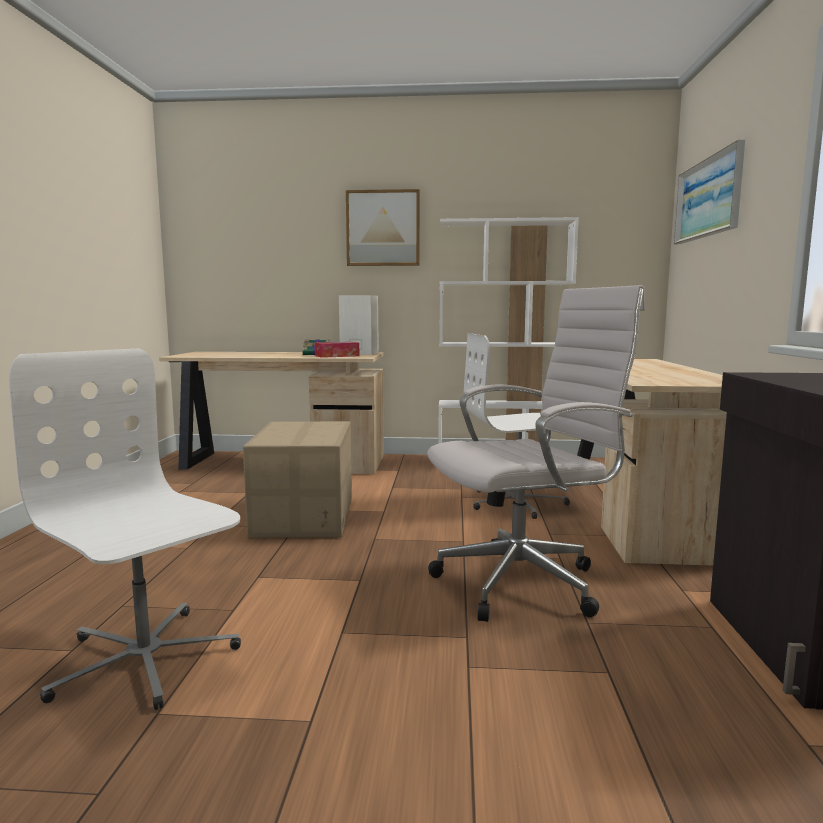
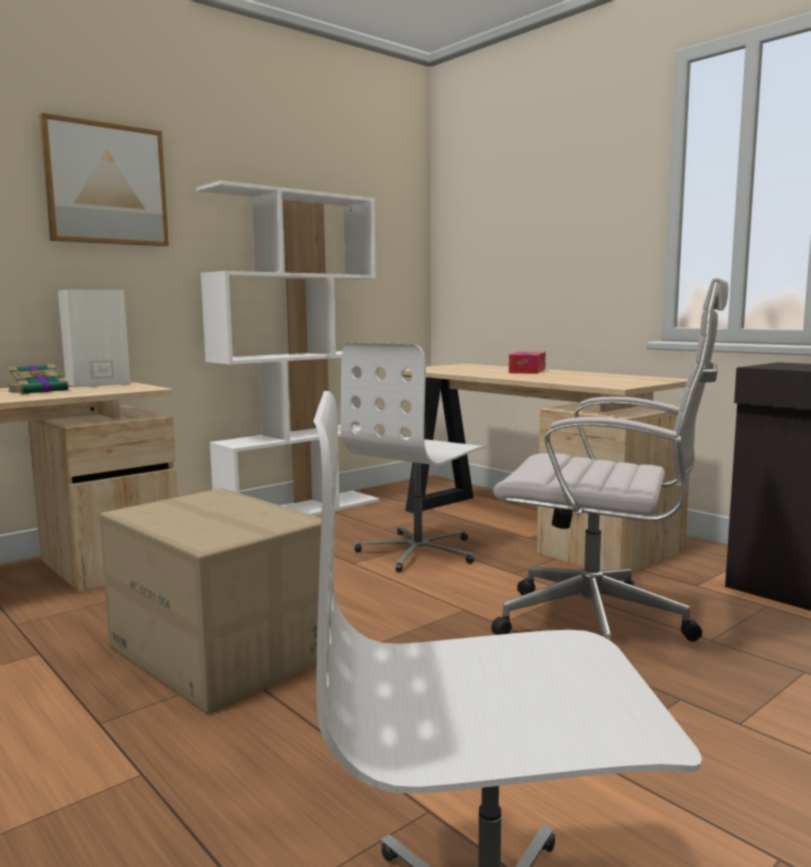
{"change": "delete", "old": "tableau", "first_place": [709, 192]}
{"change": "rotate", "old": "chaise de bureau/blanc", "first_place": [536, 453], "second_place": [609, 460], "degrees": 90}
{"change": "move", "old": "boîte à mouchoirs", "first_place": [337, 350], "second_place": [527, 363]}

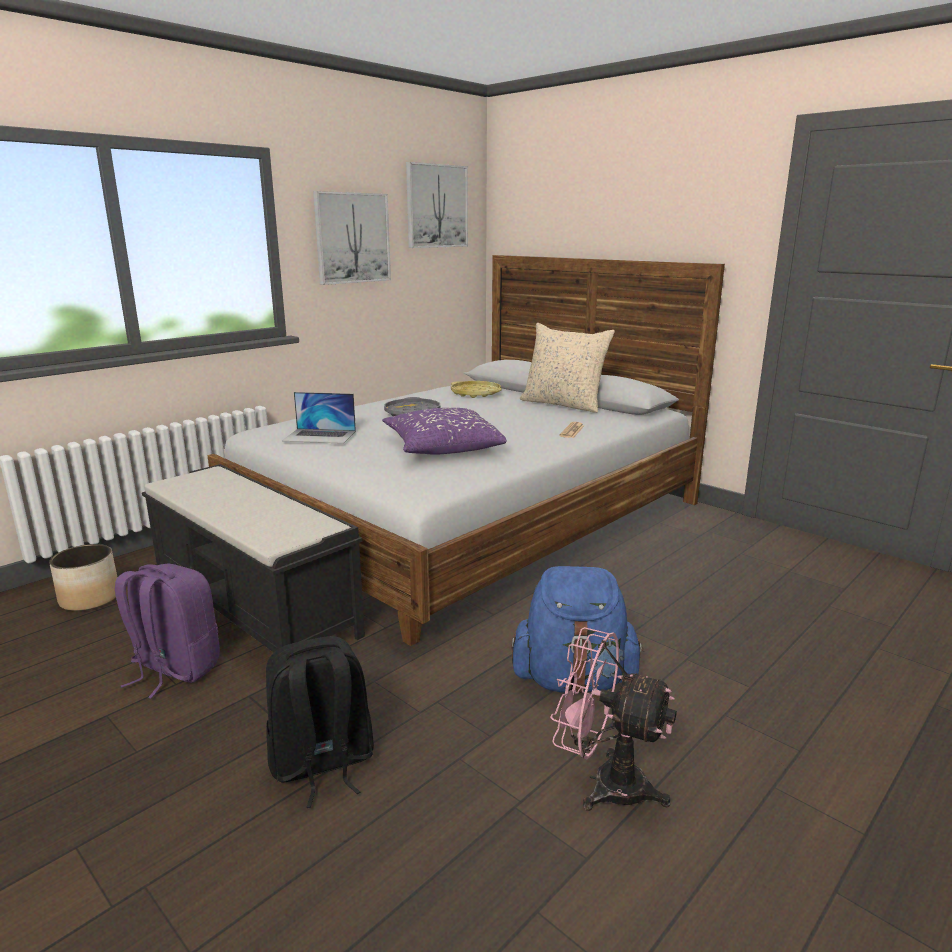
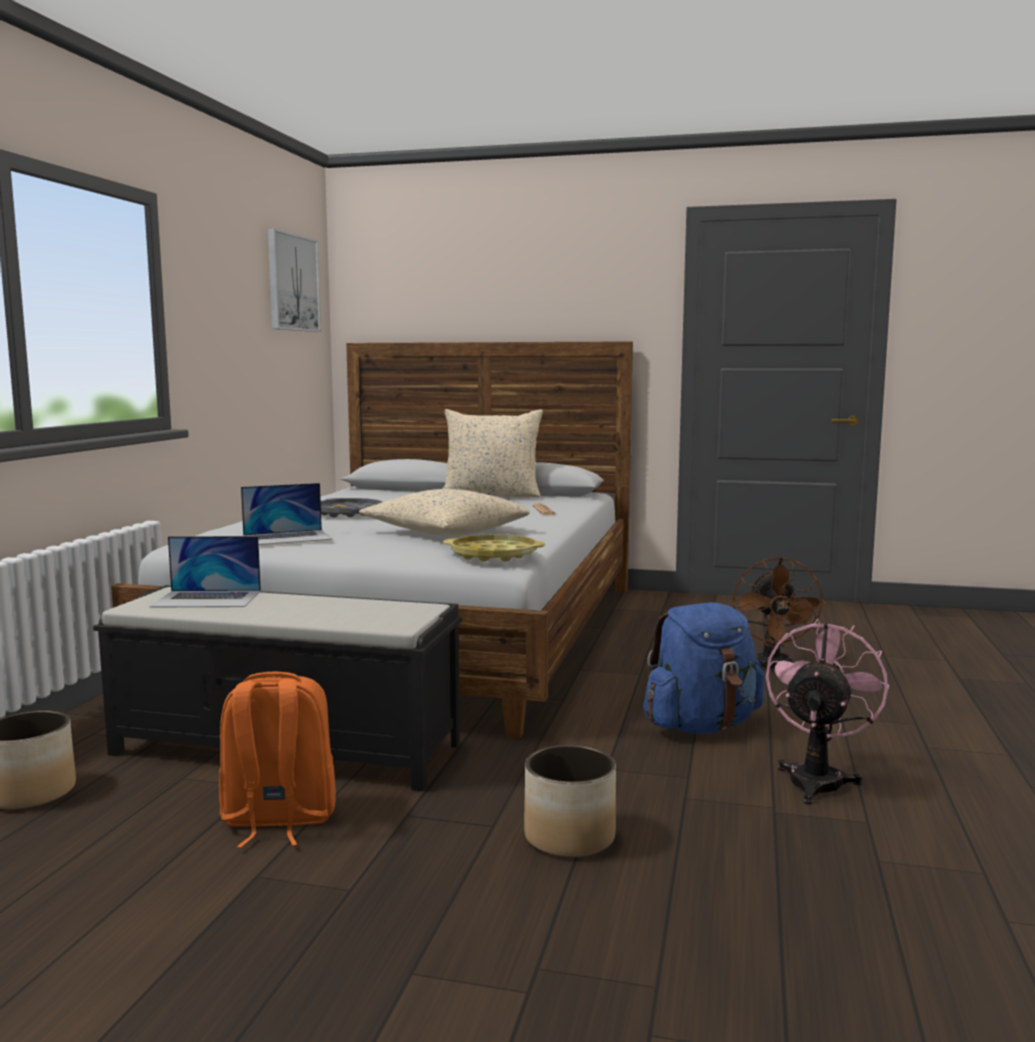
{"change": "delete", "old": "tableau", "first_place": [352, 238]}
{"change": "move", "old": "plateau/jaune", "first_place": [476, 389], "second_place": [494, 548]}
{"change": "recolor", "old": "coussin/violet", "new": "coussin/beige", "first_place": [444, 431], "second_place": [444, 512]}
{"change": "recolor", "old": "sac à dos/violet", "new": "sac à dos/orange", "first_place": [167, 631], "second_place": [277, 760]}
{"change": "rotate", "old": "ventilateur/rose", "first_place": [613, 719], "second_place": [827, 712], "degrees": 120}
{"change": "replace", "old": "sac à dos/noir", "new": "cache-pot", "first_place": [320, 722], "second_place": [570, 801]}
{"change": "insert", "new": "ordinateur portable", "second_place": [205, 572]}
{"change": "insert", "new": "ventilateur/marron", "second_place": [779, 615]}

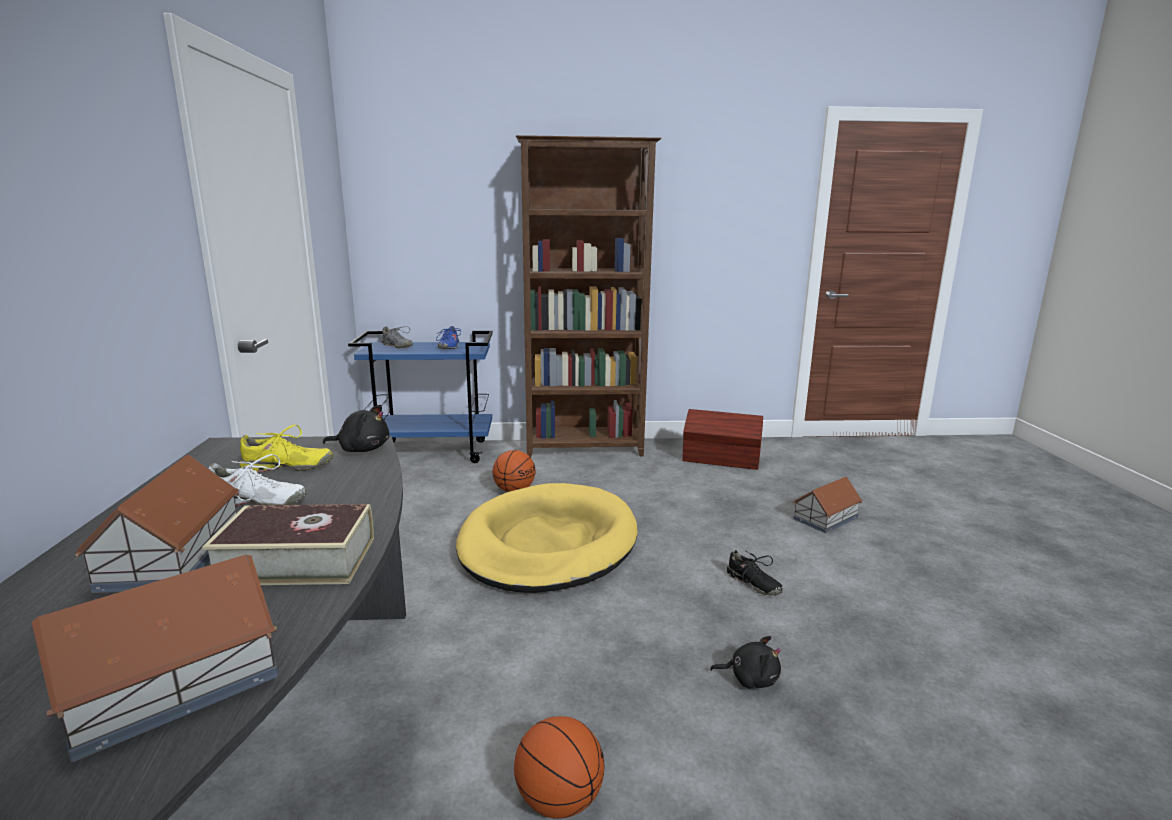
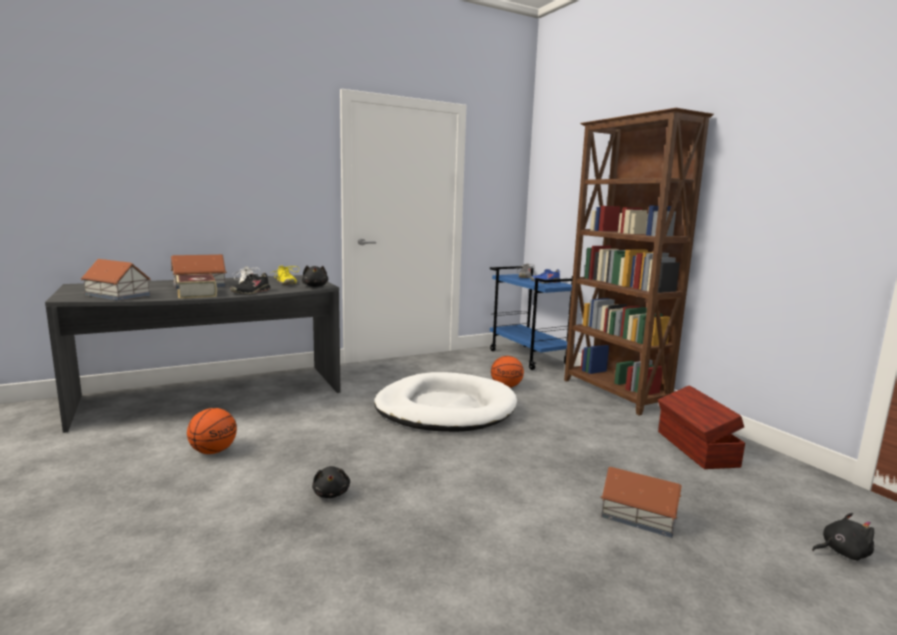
{"change": "recolor", "old": "panier pour chien/jaune", "new": "panier pour chien/blanc", "first_place": [547, 538], "second_place": [445, 402]}
{"change": "move", "old": "chaussure/noir", "first_place": [755, 573], "second_place": [250, 283]}
{"change": "insert", "new": "peluche/noir", "second_place": [843, 536]}

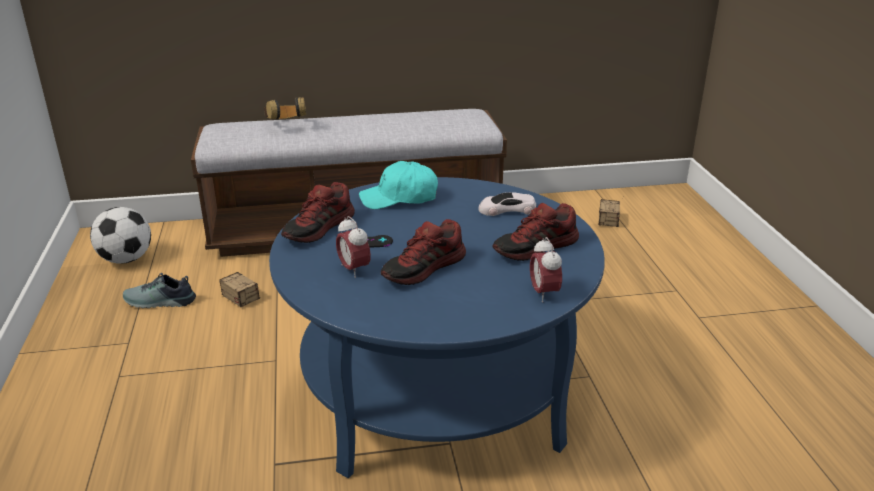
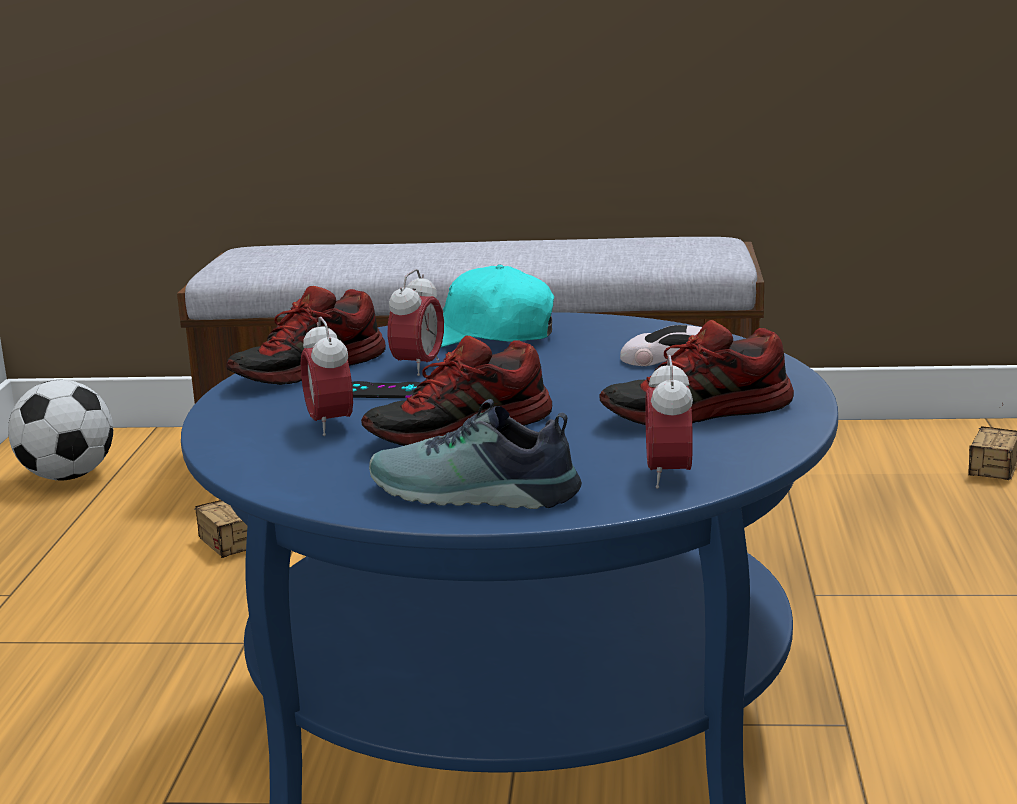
{"change": "delete", "old": "casque audio", "first_place": [285, 108]}
{"change": "move", "old": "chaussure", "first_place": [159, 290], "second_place": [475, 454]}
{"change": "insert", "new": "réveil", "second_place": [416, 322]}

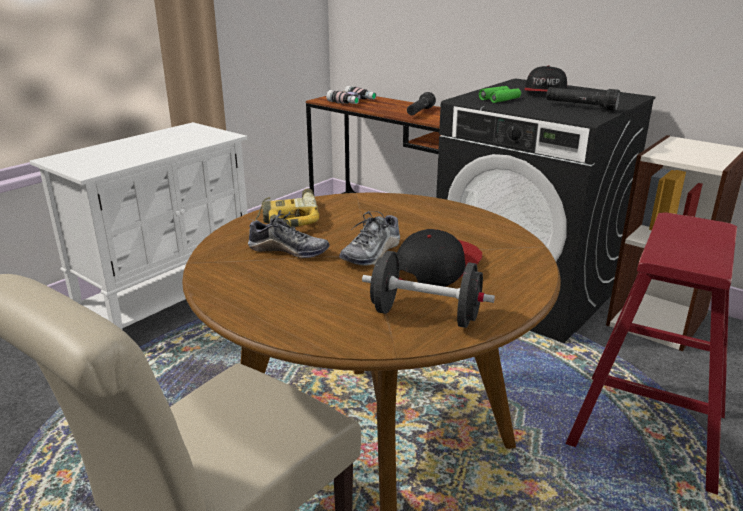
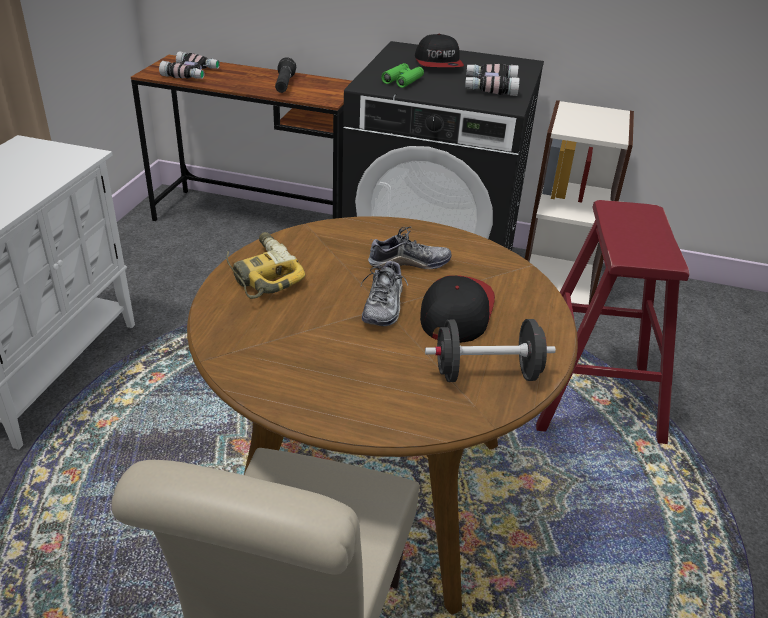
{"change": "replace", "old": "lampe de poche/noir", "new": "jumelles", "first_place": [583, 99], "second_place": [492, 80]}
{"change": "move", "old": "chaussure", "first_place": [289, 234], "second_place": [409, 248]}

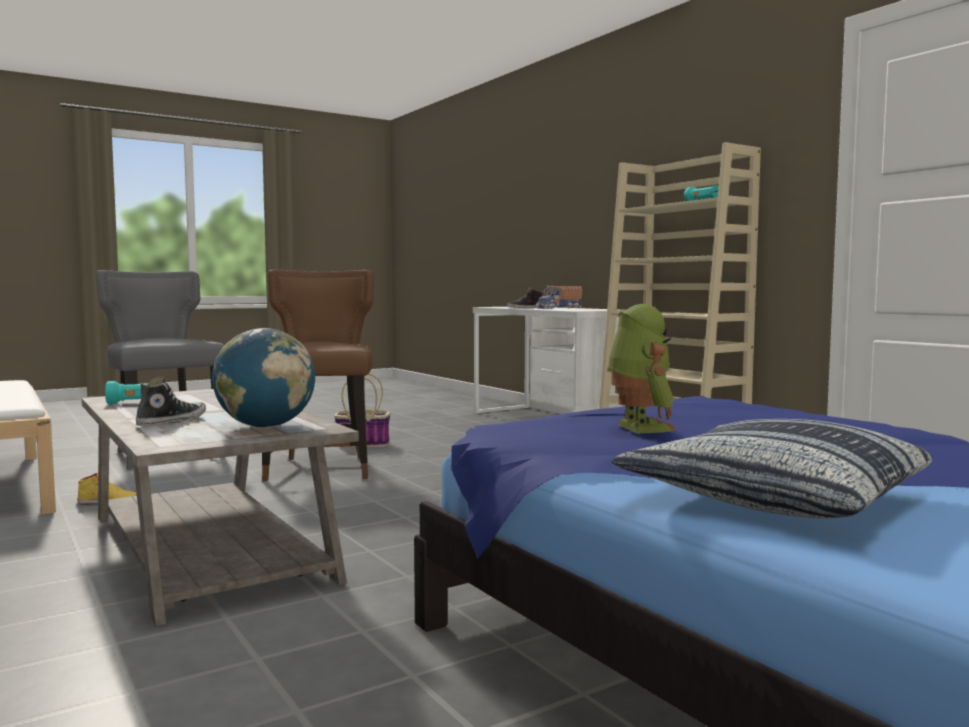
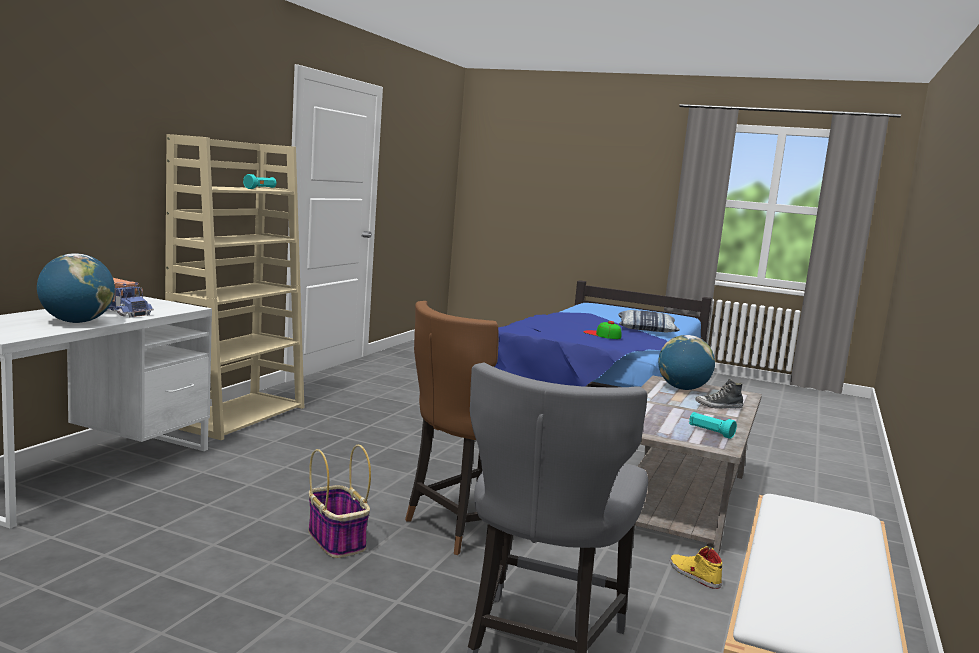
{"change": "replace", "old": "chaussure/noir", "new": "globe", "first_place": [525, 298], "second_place": [76, 288]}
{"change": "replace", "old": "robot jouet", "new": "casquette", "first_place": [642, 368], "second_place": [602, 330]}

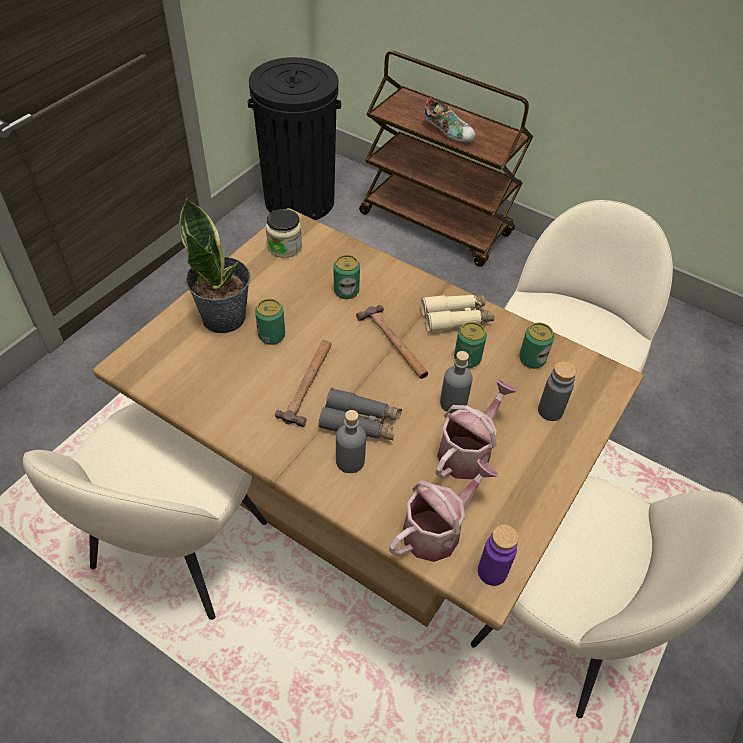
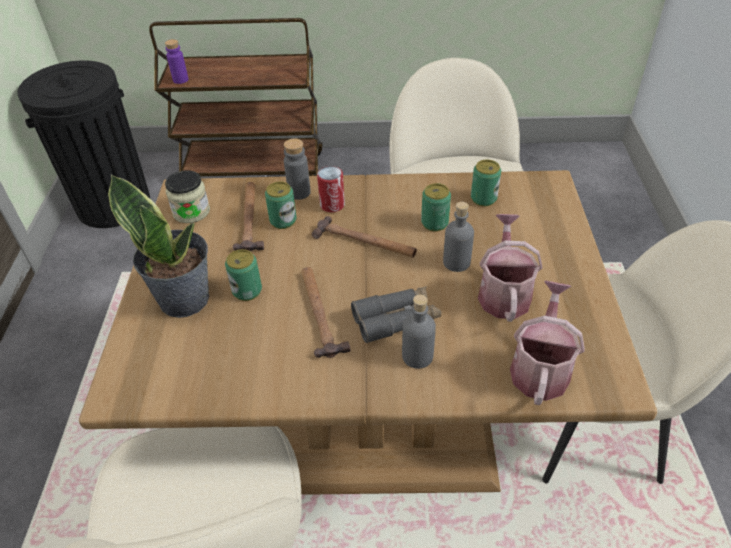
{"change": "delete", "old": "chaussure", "first_place": [450, 120]}
{"change": "delete", "old": "jumelles/beige", "first_place": [458, 314]}
{"change": "move", "old": "bouteille/gris", "first_place": [557, 391], "second_place": [297, 169]}
{"change": "move", "old": "bouteille/violet", "first_place": [498, 555], "second_place": [176, 61]}
{"change": "insert", "new": "boîte métallique", "second_place": [331, 189]}
{"change": "insert", "new": "marteau", "second_place": [248, 217]}

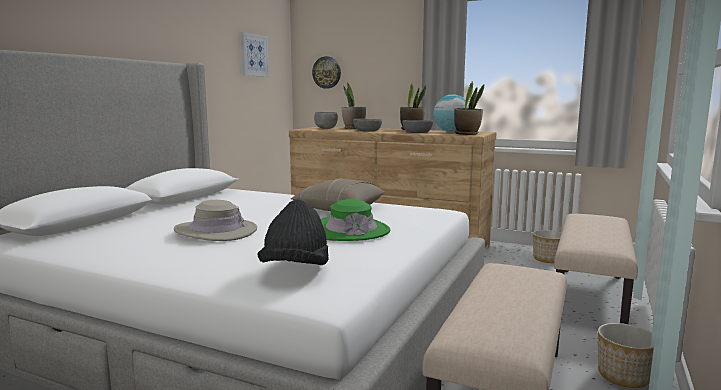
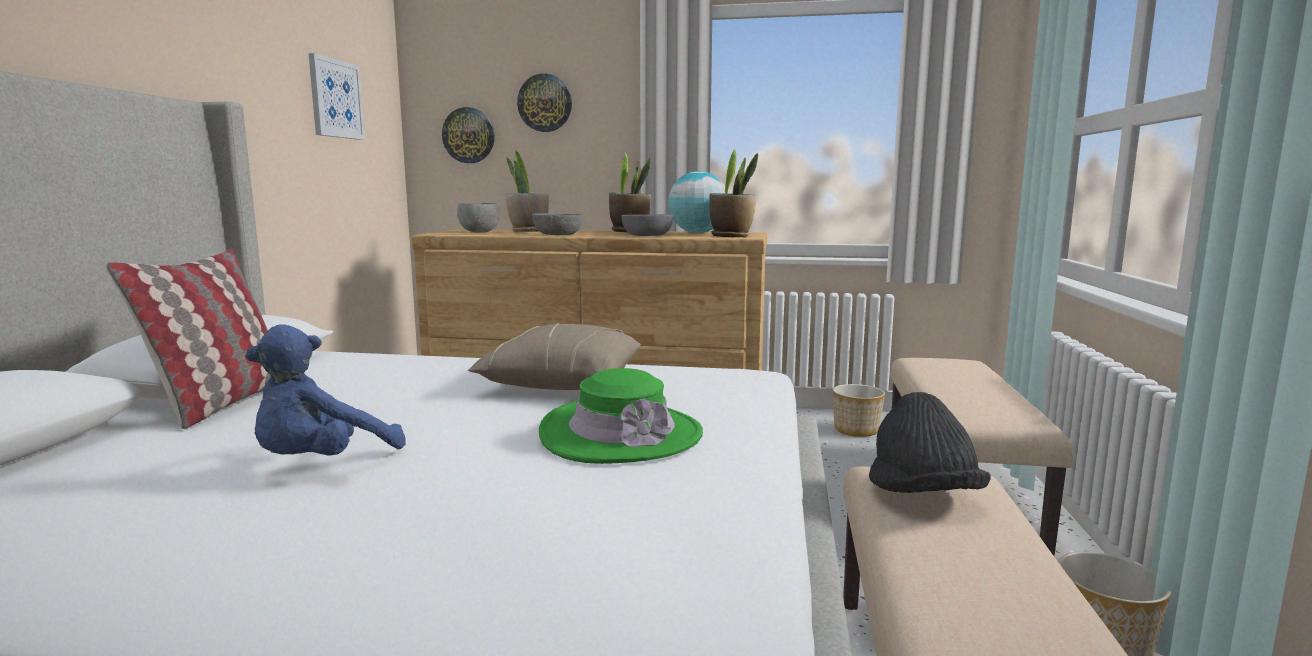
{"change": "replace", "old": "chapeau/beige", "new": "peluche/bleu", "first_place": [215, 220], "second_place": [325, 389]}
{"change": "move", "old": "chapeau/noir", "first_place": [293, 232], "second_place": [930, 442]}
{"change": "insert", "new": "horloge murale", "second_place": [544, 103]}
{"change": "insert", "new": "coussin", "second_place": [188, 339]}

